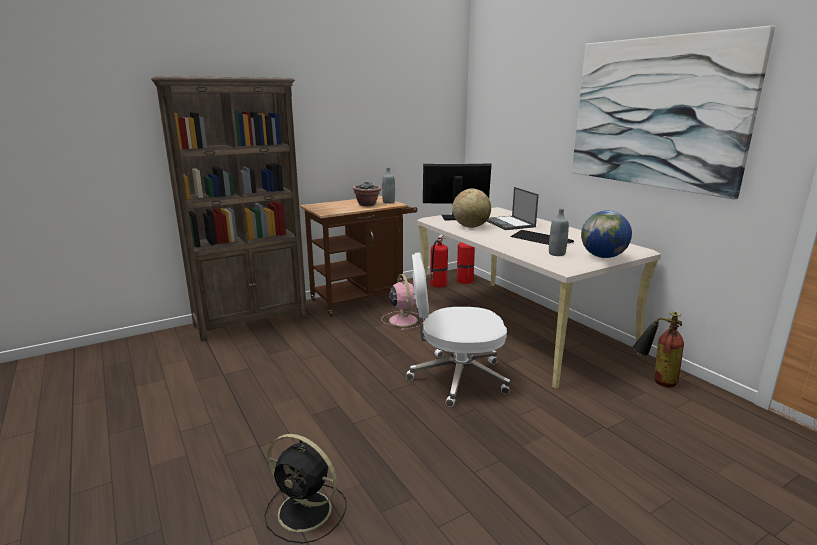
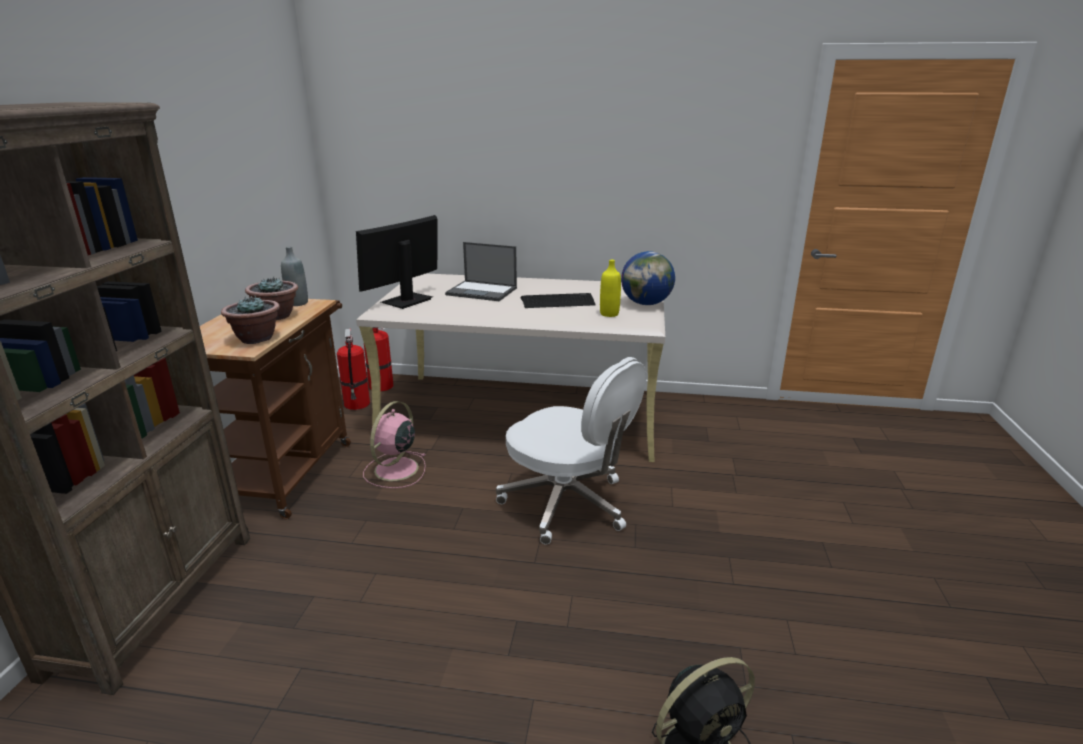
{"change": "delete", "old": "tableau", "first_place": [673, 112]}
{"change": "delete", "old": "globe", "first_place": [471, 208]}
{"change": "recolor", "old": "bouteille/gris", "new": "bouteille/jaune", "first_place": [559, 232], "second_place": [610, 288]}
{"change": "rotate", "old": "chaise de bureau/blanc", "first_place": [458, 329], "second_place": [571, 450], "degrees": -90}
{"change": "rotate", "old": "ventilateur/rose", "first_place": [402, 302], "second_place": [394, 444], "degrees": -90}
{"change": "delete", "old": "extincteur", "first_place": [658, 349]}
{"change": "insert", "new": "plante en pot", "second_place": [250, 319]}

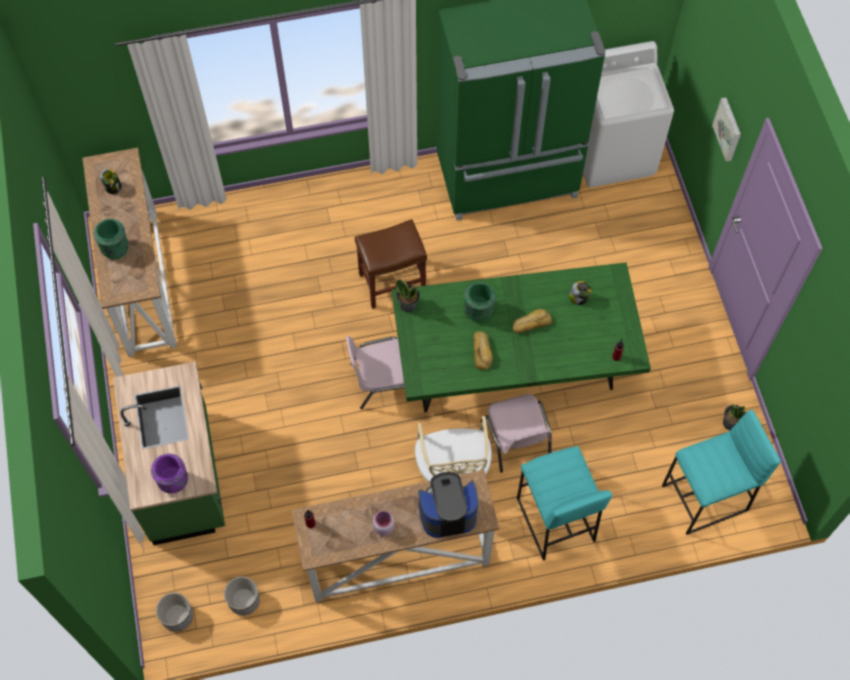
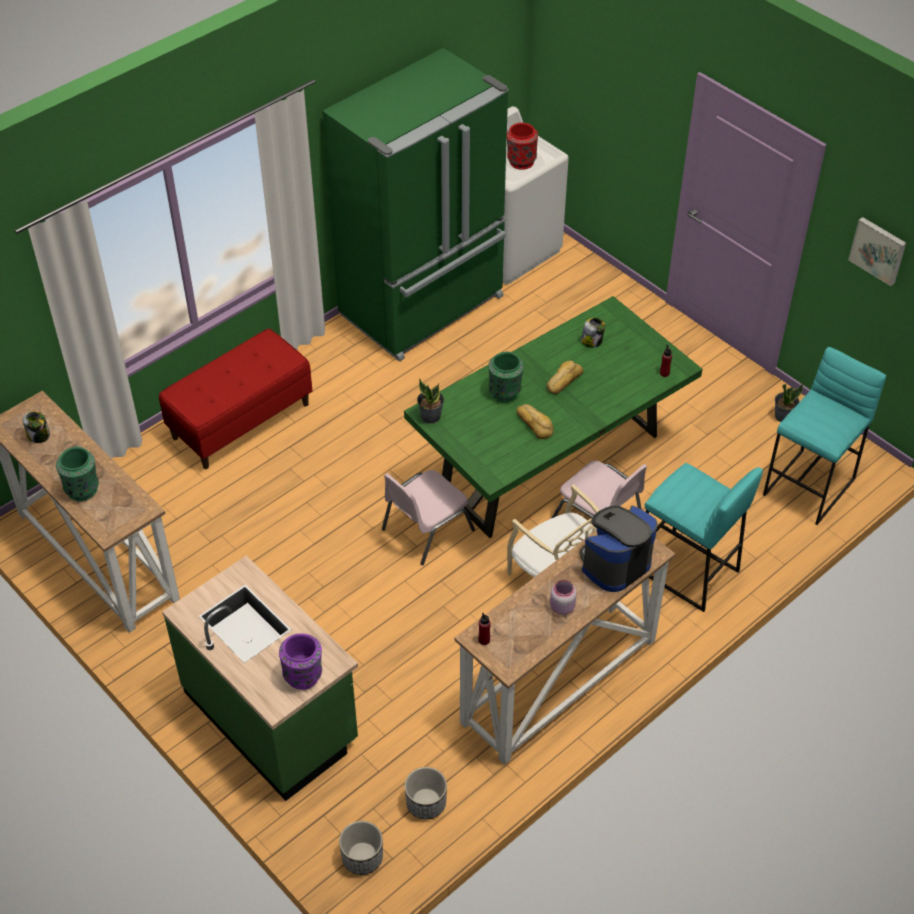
{"change": "move", "old": "tableau", "first_place": [726, 129], "second_place": [877, 251]}
{"change": "delete", "old": "tabouret/marron", "first_place": [391, 264]}
{"change": "insert", "new": "vase/rouge", "second_place": [522, 146]}
{"change": "insert", "new": "banc/rouge", "second_place": [235, 399]}

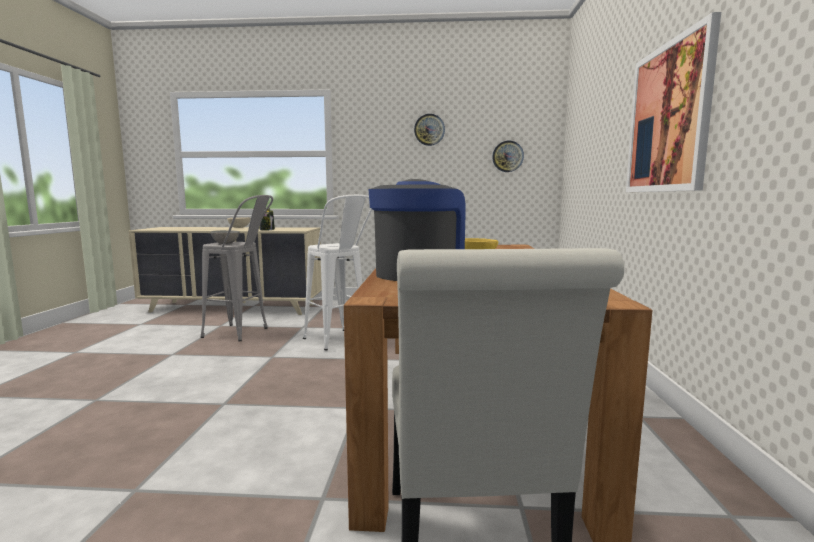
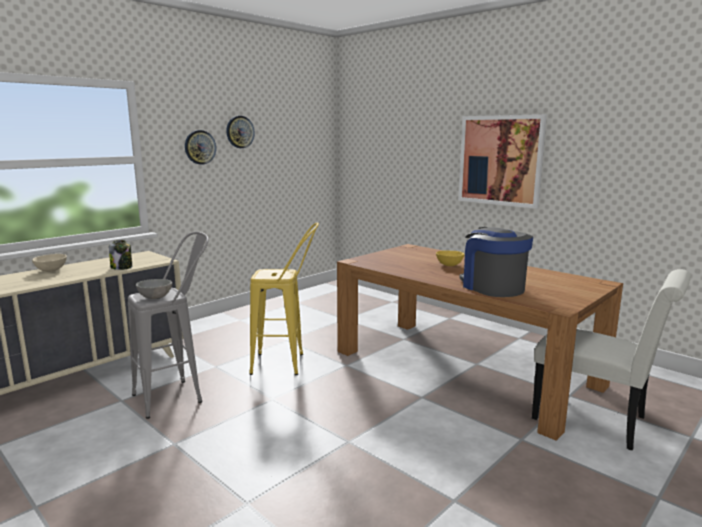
{"change": "move", "old": "horloge murale", "first_place": [508, 156], "second_place": [200, 147]}
{"change": "recolor", "old": "tabouret/blanc", "new": "tabouret/jaune", "first_place": [338, 272], "second_place": [284, 299]}

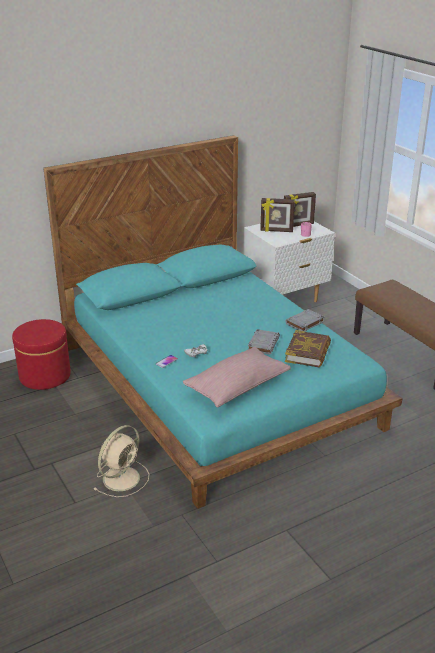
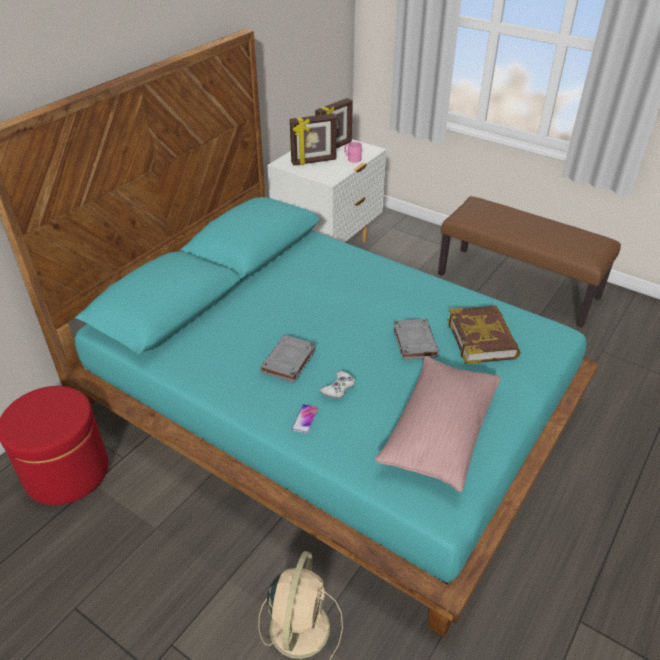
{"change": "move", "old": "livre/gris", "first_place": [305, 320], "second_place": [288, 359]}

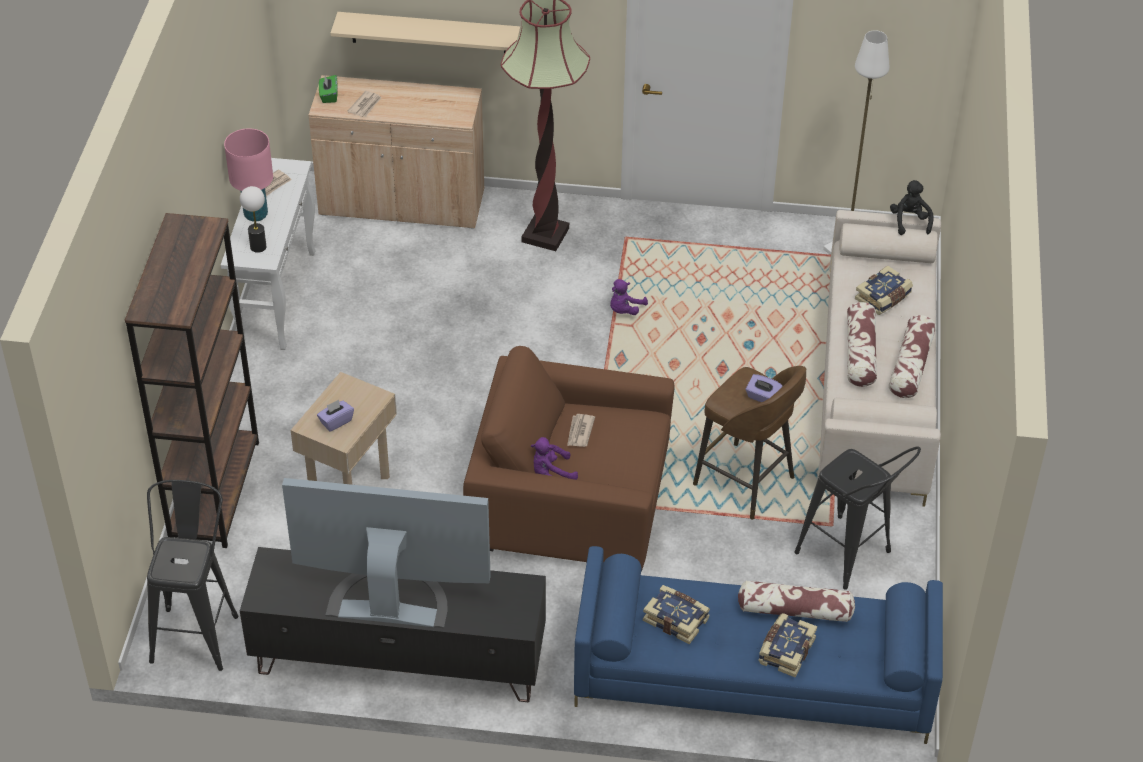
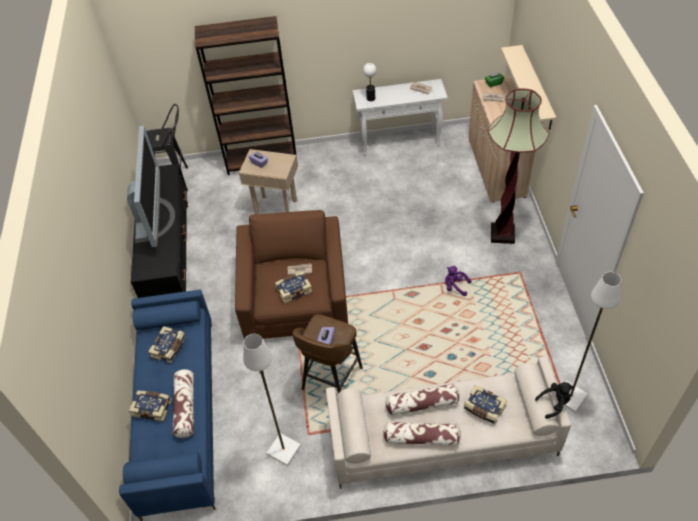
{"change": "delete", "old": "lampe de table/rose", "first_place": [248, 174]}
{"change": "delete", "old": "peluche/violet", "first_place": [554, 458]}
{"change": "replace", "old": "tabouret/noir", "new": "lampadaire/blanc", "first_place": [857, 518], "second_place": [272, 400]}
{"change": "insert", "new": "livre", "second_place": [293, 288]}

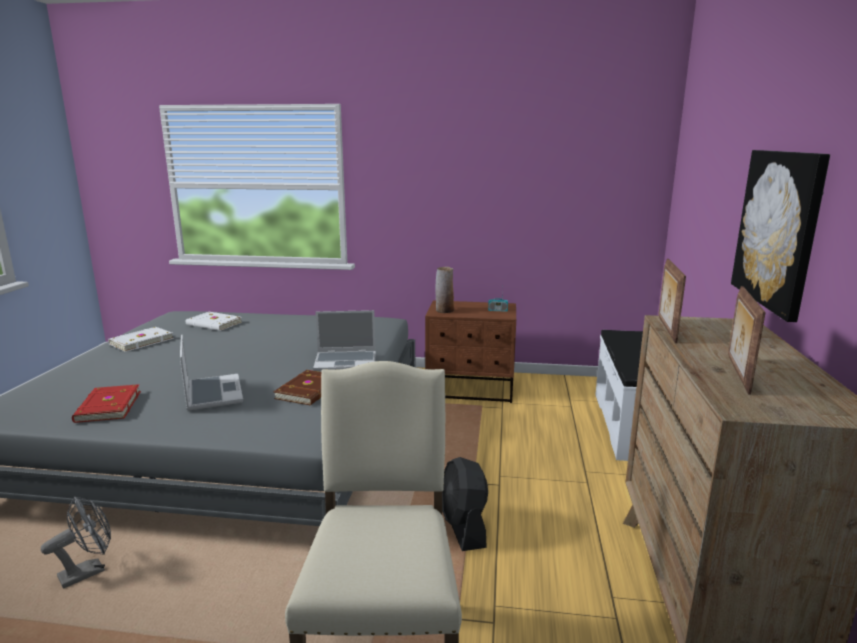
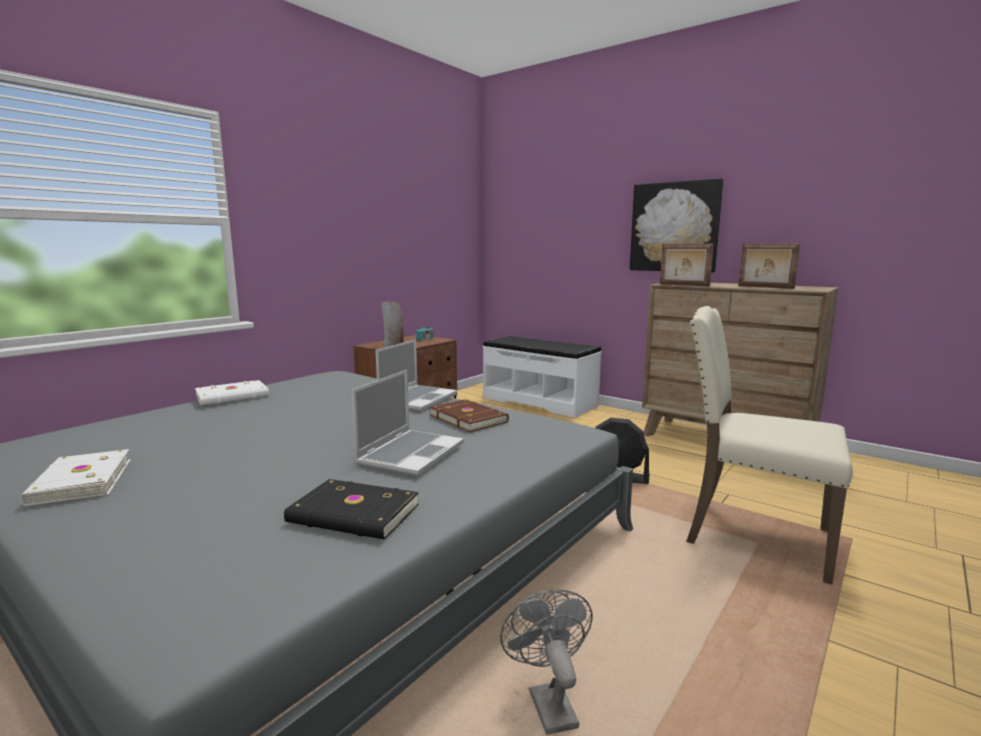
{"change": "move", "old": "livre/blanc", "first_place": [214, 321], "second_place": [232, 392]}
{"change": "rotate", "old": "ordinateur portable", "first_place": [211, 372], "second_place": [408, 423], "degrees": 105}
{"change": "recolor", "old": "livre/rouge", "new": "livre/noir", "first_place": [106, 403], "second_place": [351, 509]}

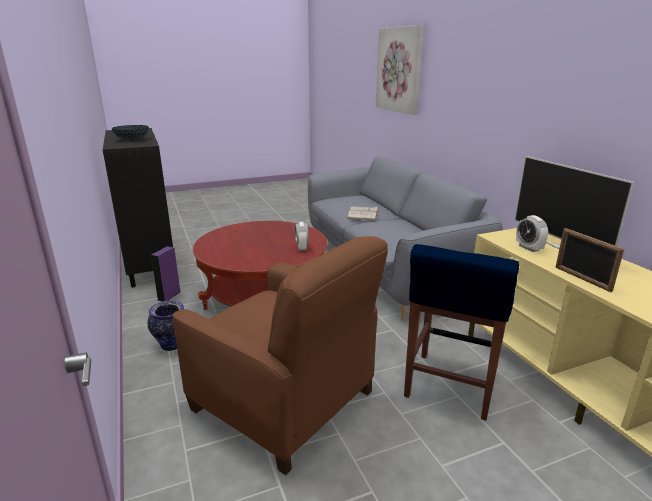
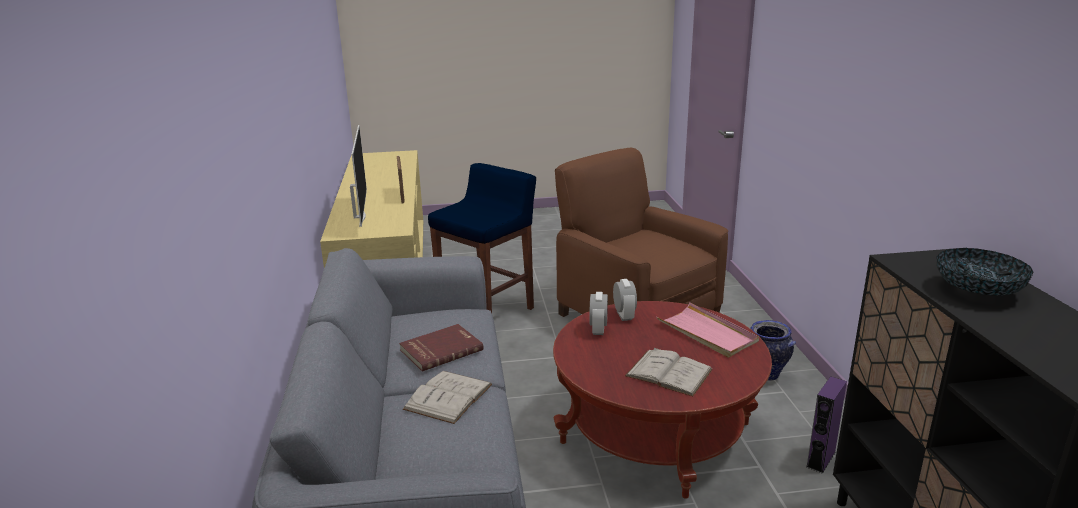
{"change": "delete", "old": "tableau", "first_place": [400, 70]}
{"change": "move", "old": "réveil", "first_place": [532, 233], "second_place": [625, 300]}
{"change": "insert", "new": "plateau/rose", "second_place": [707, 329]}
{"change": "insert", "new": "livre/rouge", "second_place": [441, 348]}
{"change": "insert", "new": "livre/blanc", "second_place": [669, 372]}

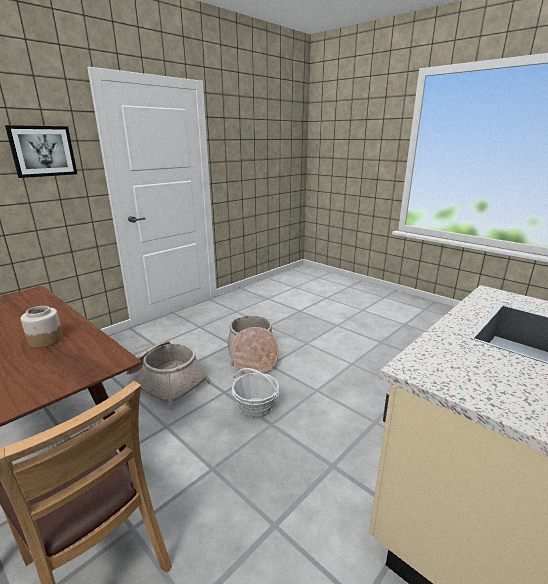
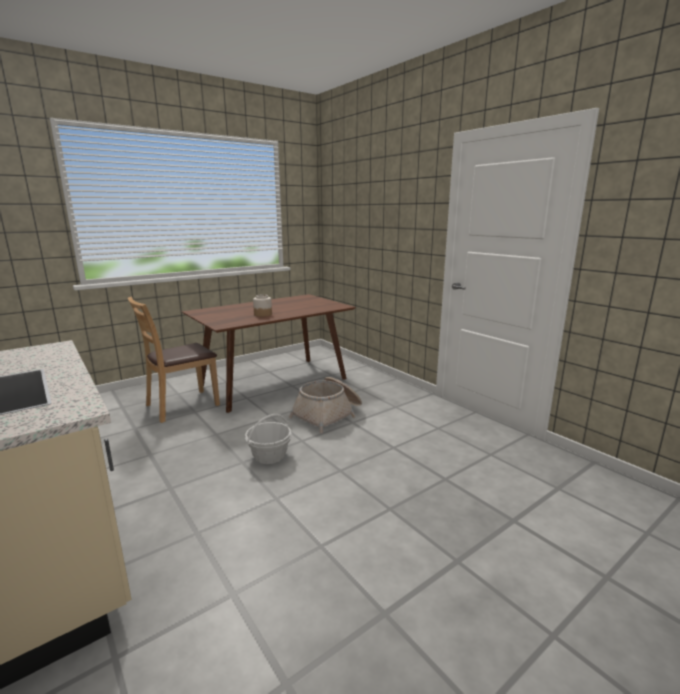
{"change": "delete", "old": "tableau", "first_place": [41, 151]}
{"change": "delete", "old": "panier", "first_place": [253, 345]}

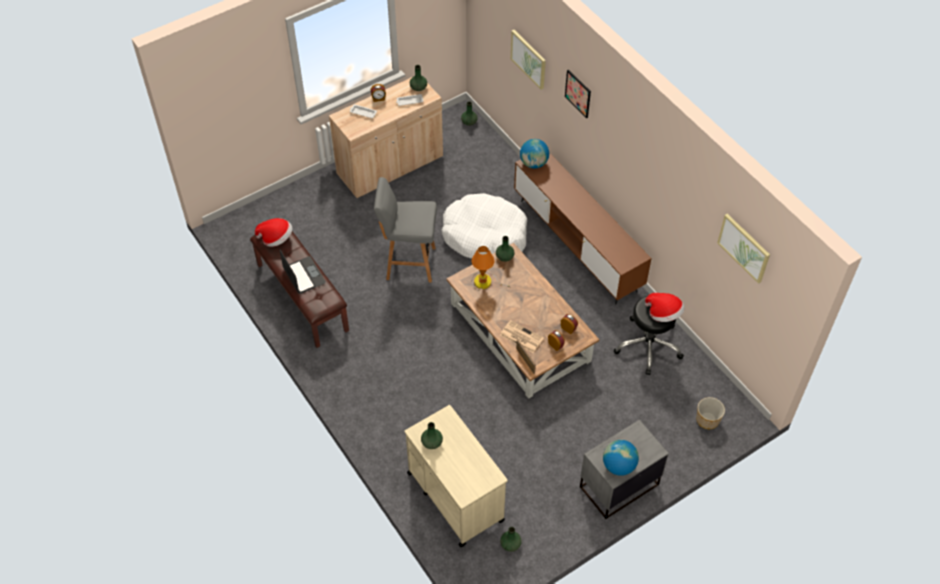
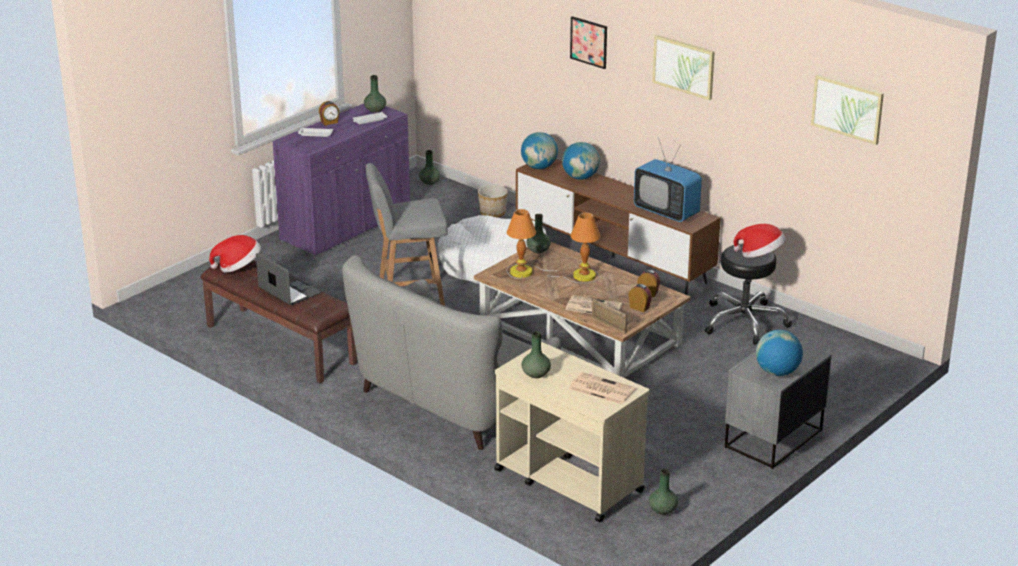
{"change": "move", "old": "tableau", "first_place": [528, 60], "second_place": [683, 67]}
{"change": "recolor", "old": "meuble de rangement/beige", "new": "meuble de rangement/violet", "first_place": [386, 137], "second_place": [341, 180]}
{"change": "move", "old": "cache-pot", "first_place": [710, 413], "second_place": [493, 201]}
{"change": "insert", "new": "téléviseur", "second_place": [668, 181]}
{"change": "insert", "new": "globe", "second_place": [581, 161]}
{"change": "insert", "new": "lampe de table", "second_place": [574, 248]}
{"change": "insert", "new": "canapé/gris", "second_place": [451, 352]}
{"change": "insert", "new": "journal", "second_place": [602, 388]}

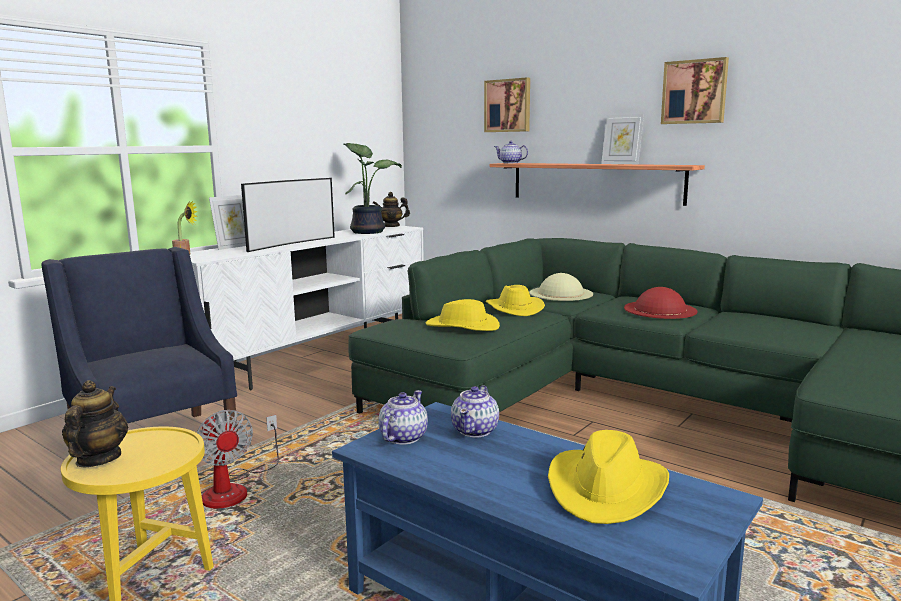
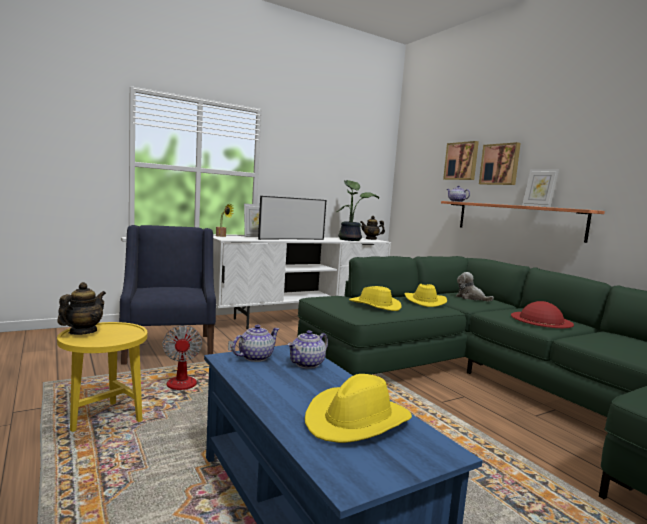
{"change": "move", "old": "tableau", "first_place": [695, 90], "second_place": [500, 163]}
{"change": "replace", "old": "chapeau/beige", "new": "peluche", "first_place": [561, 287], "second_place": [475, 286]}

